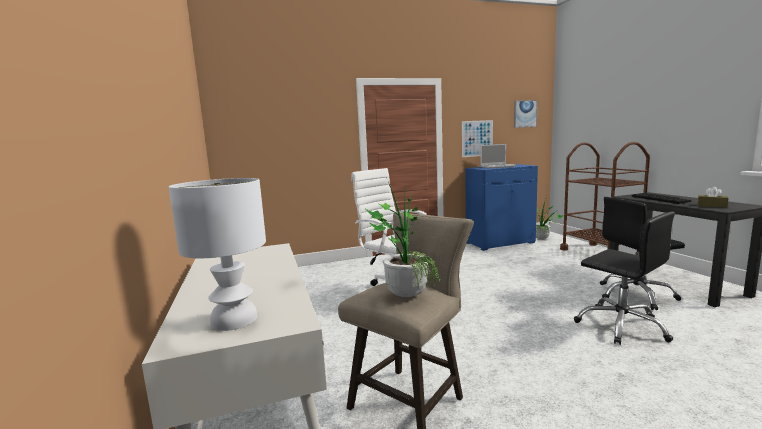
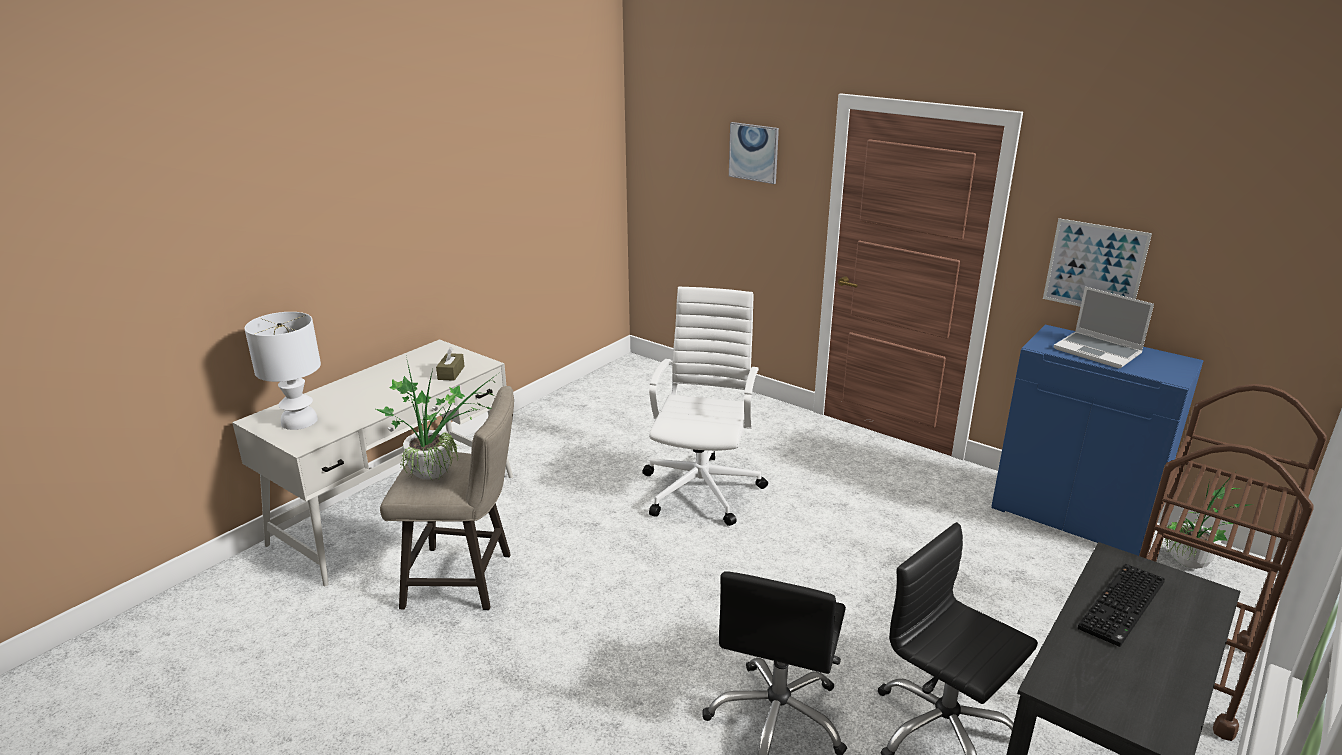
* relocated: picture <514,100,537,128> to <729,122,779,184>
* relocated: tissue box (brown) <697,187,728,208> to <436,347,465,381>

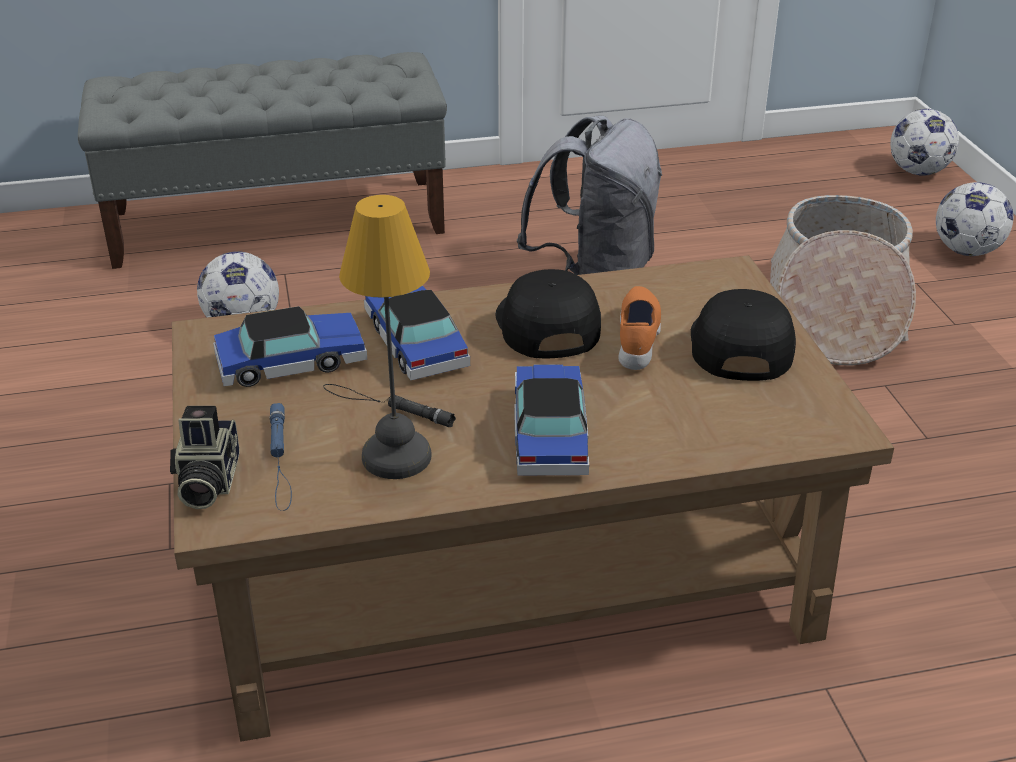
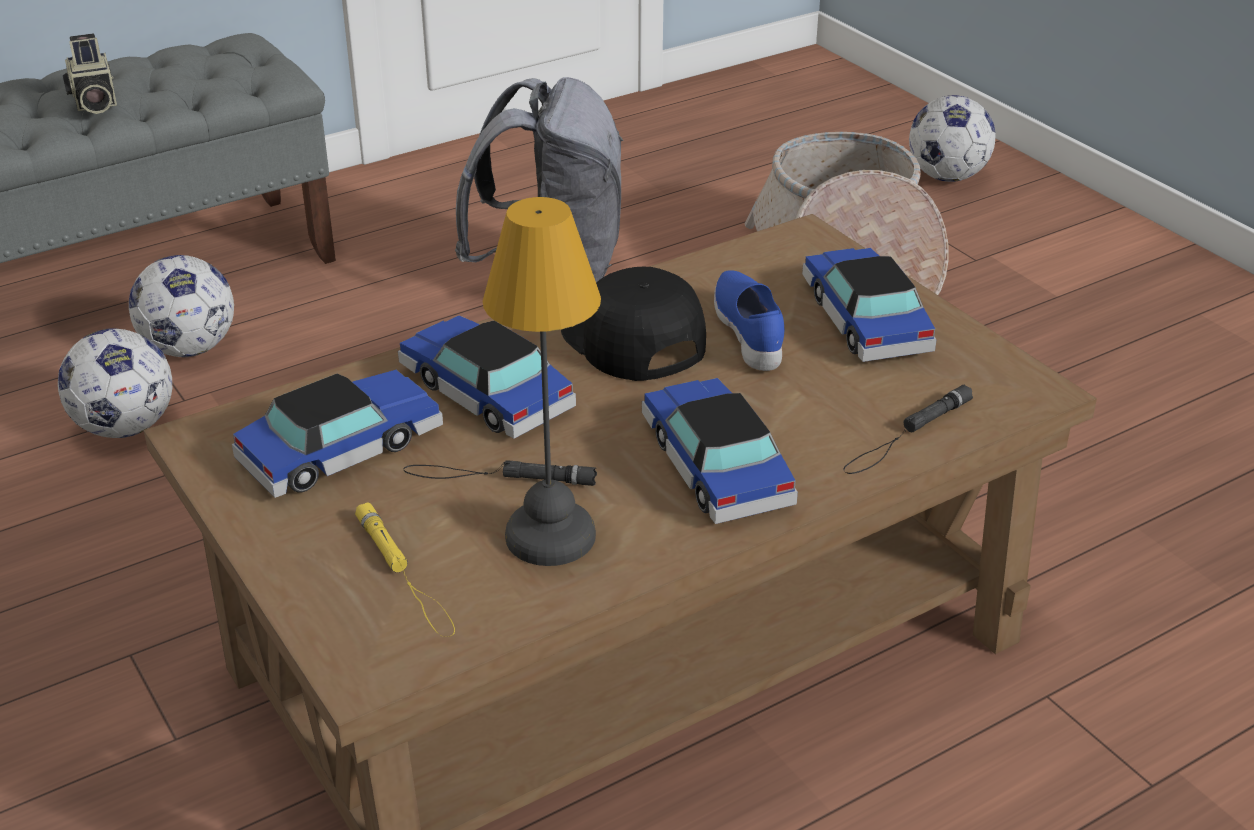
* relocated: photo camera <170,406,239,509> to <63,34,117,114>
* colour: flashlight (blue) <269,403,292,511> to flashlight (yellow) <355,502,455,637>
* colour: shoe (orange) <619,286,661,370> to shoe (blue) <714,270,784,371>
* exchanged: cap (black) <691,289,796,381> to toy car <802,248,937,362>
* relocated: football <890,109,959,176> to <129,255,234,357>
* appeared: flashlight (black) <843,385,973,474>

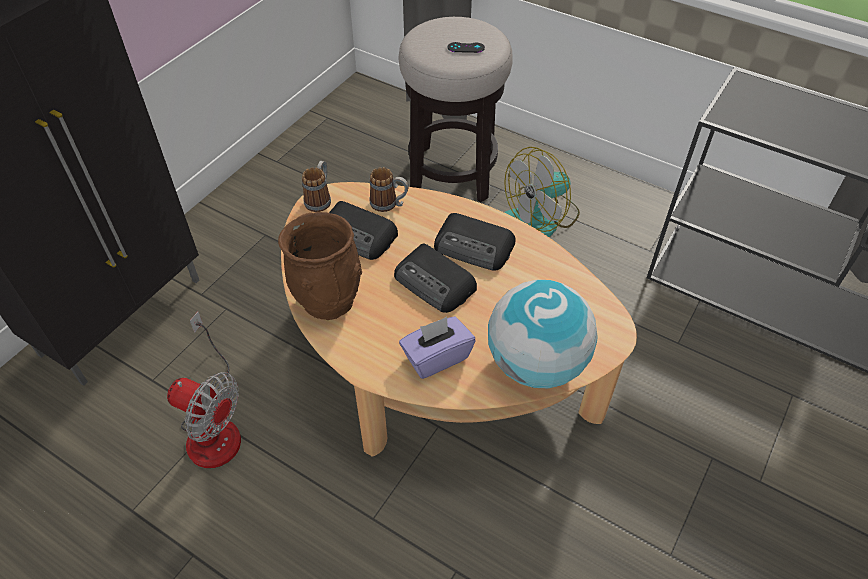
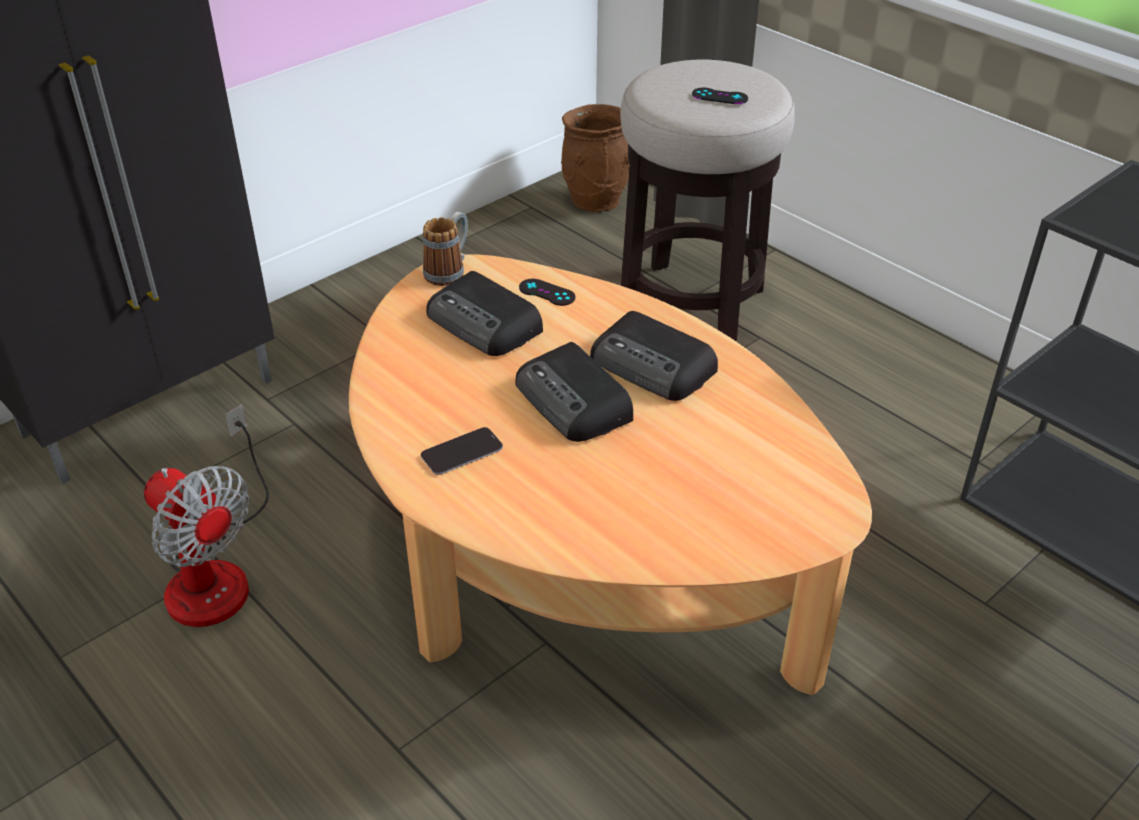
* relocated: vase (brown) <278,212,362,320> to <561,104,630,212>
* exchanged: mug <370,167,409,212> to game controller (black) <519,279,575,306>
* missing: tissue box (purple) <399,317,475,379>
* missing: globe <488,280,598,388>
* missing: fan <504,147,580,237>
* appeared: phone <421,427,503,475>

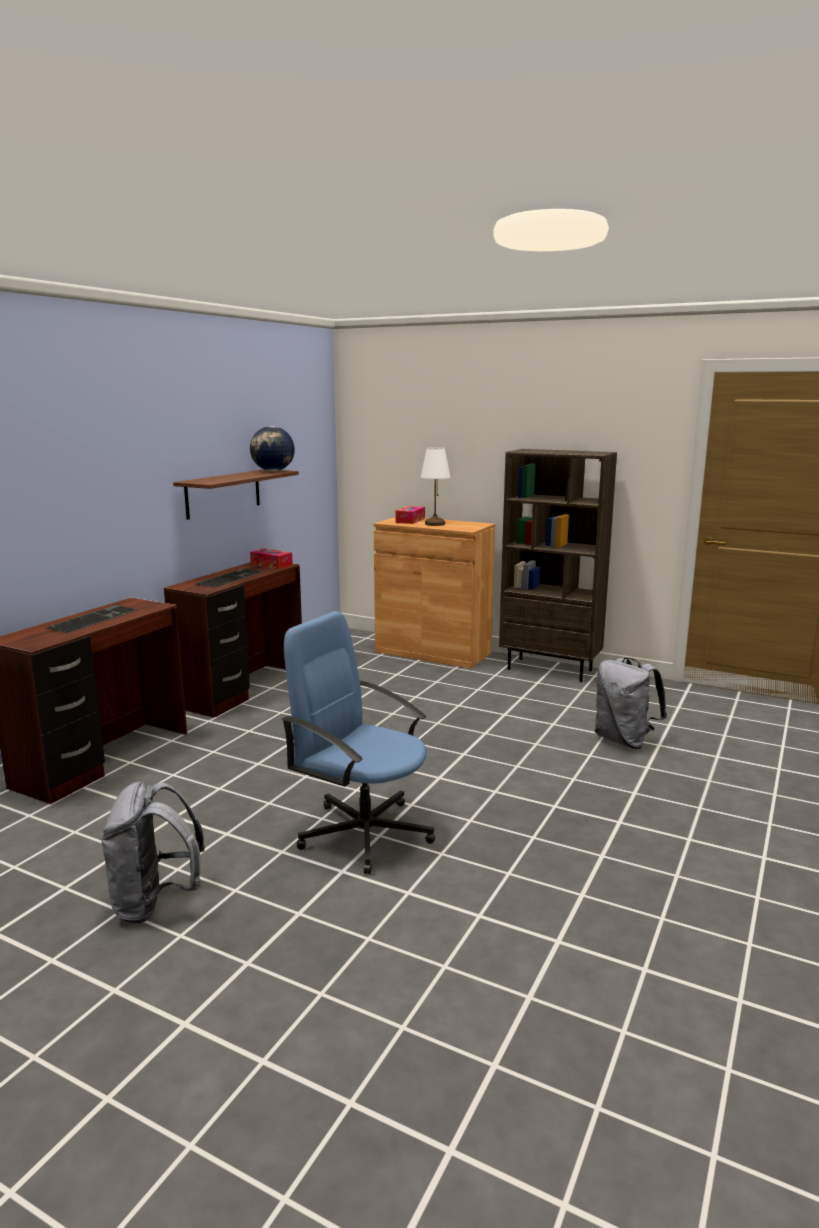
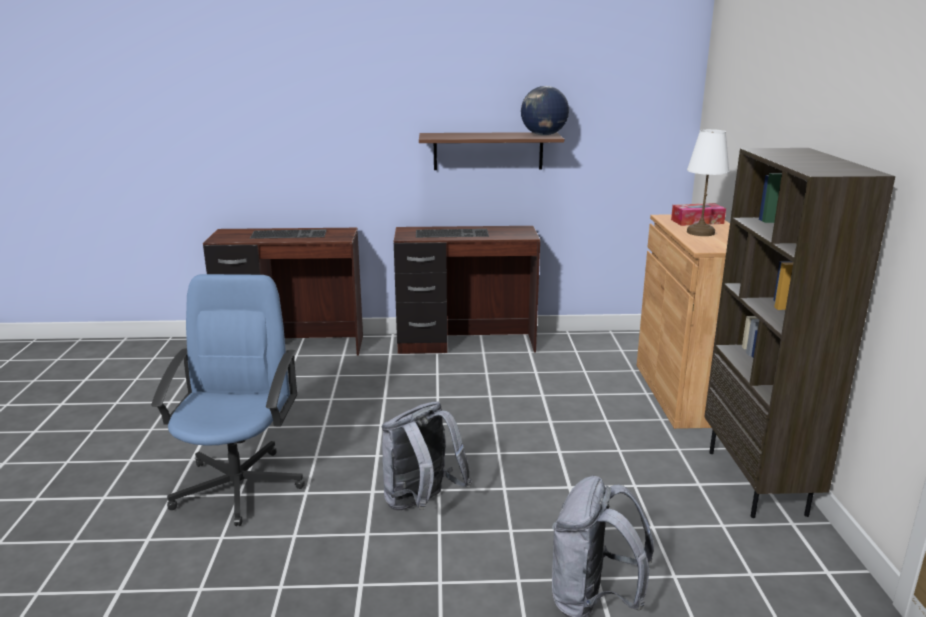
* relocated: backpack (grey) <99,781,205,923> to <382,401,472,510>
* missing: tissue box <250,549,293,569>

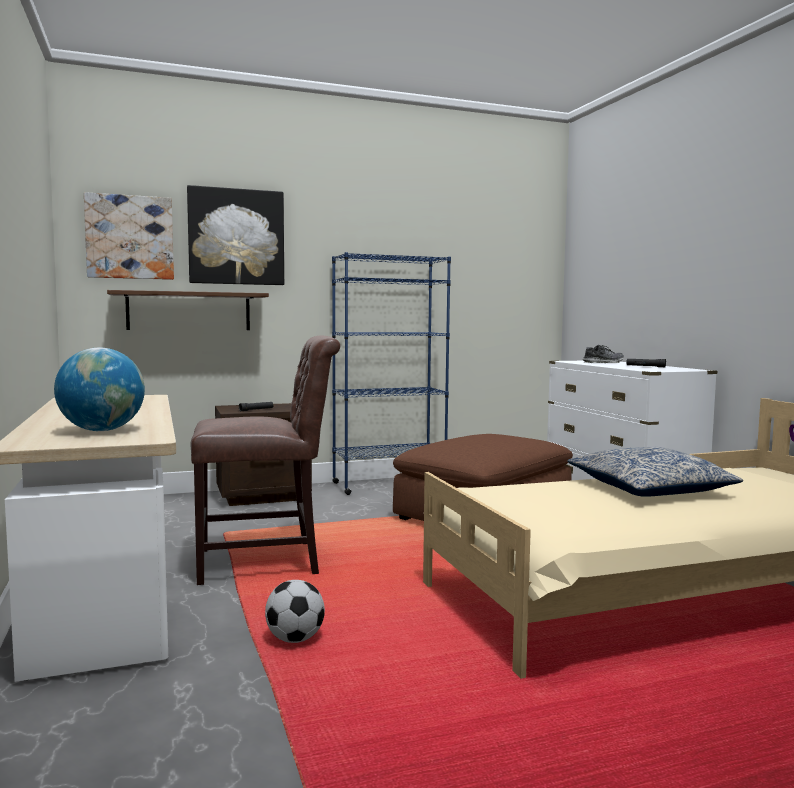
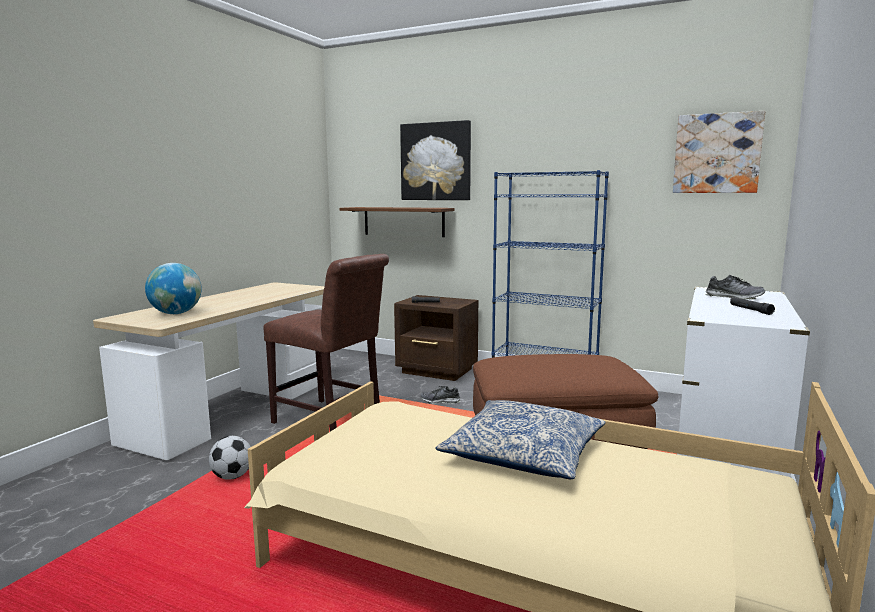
* relocated: picture <84,192,174,280> to <673,111,765,193>
* appeared: shoe <420,386,460,404>

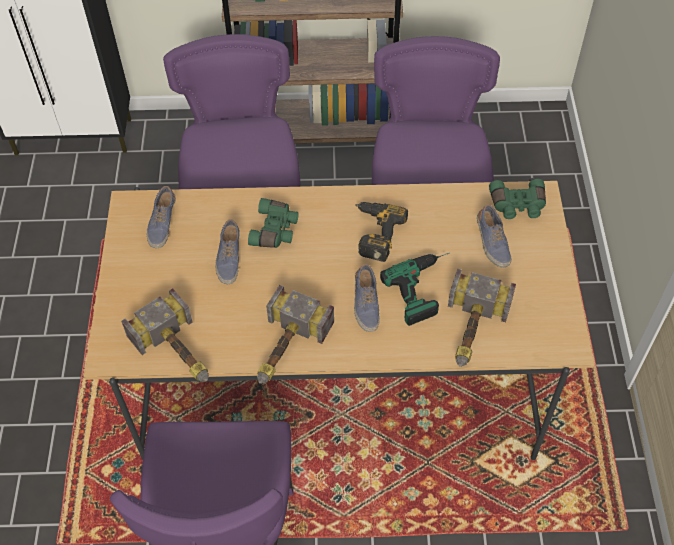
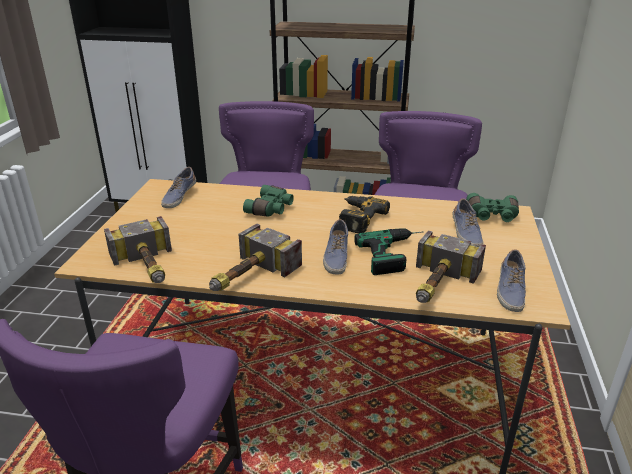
* relocated: shoe <215,219,240,284> to <497,249,526,312>

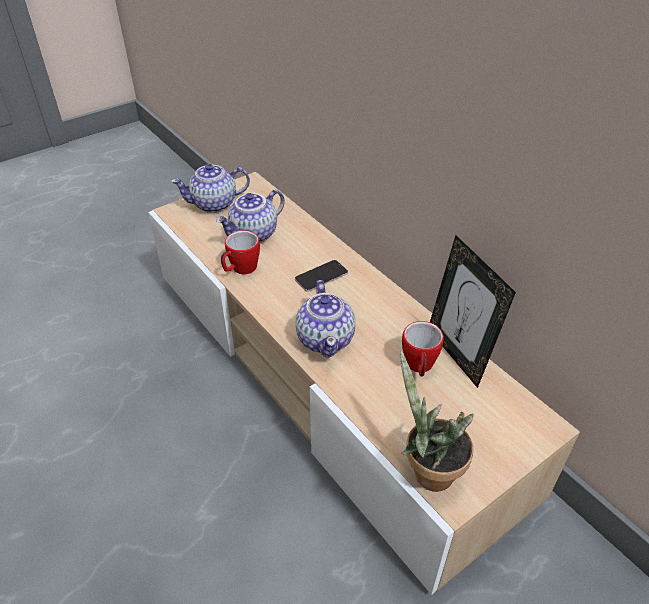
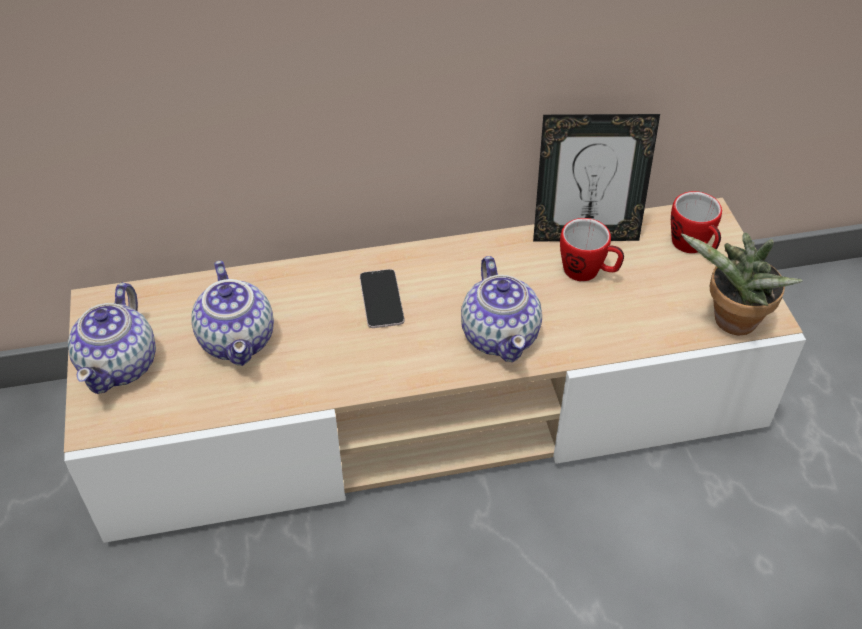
* relocated: mug <221,230,260,274> to <671,191,722,253>
* spun: teapot <295,280,355,358> = <461,256,542,362> 60 degrees clockwise

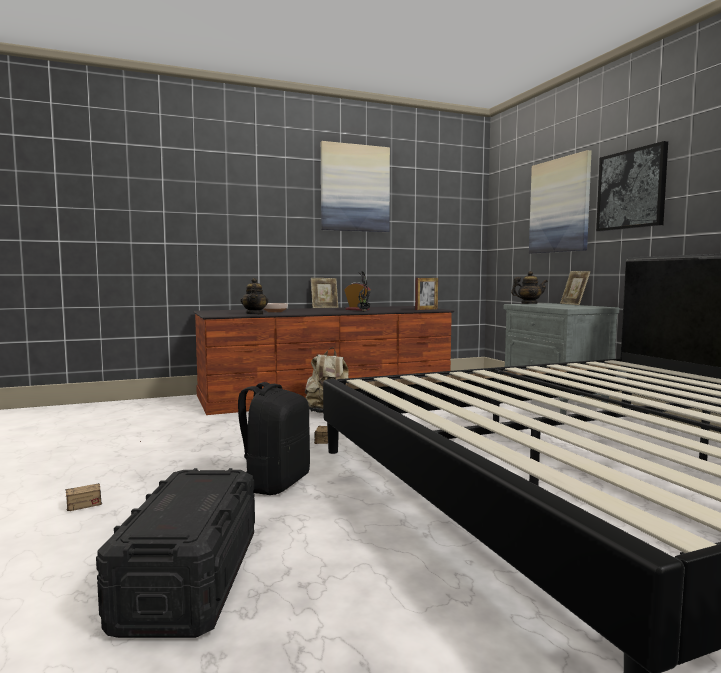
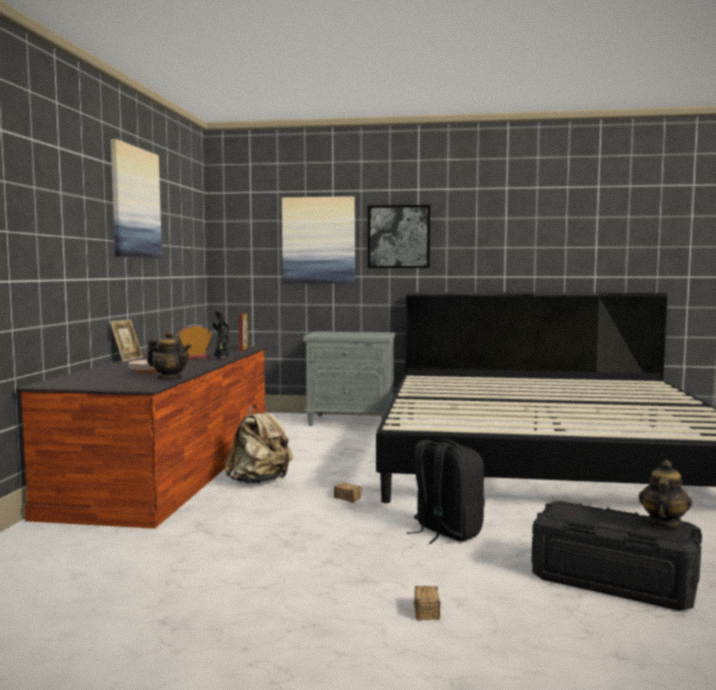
* relocated: teapot <511,271,548,304> to <639,460,692,528>
* missing: picture frame <560,271,590,305>

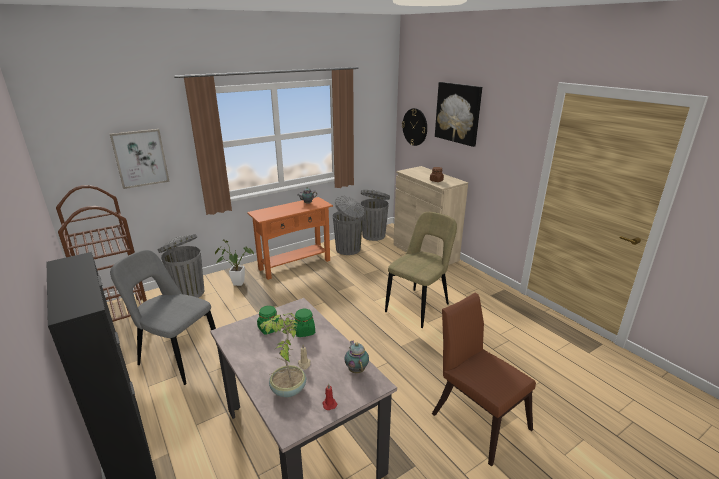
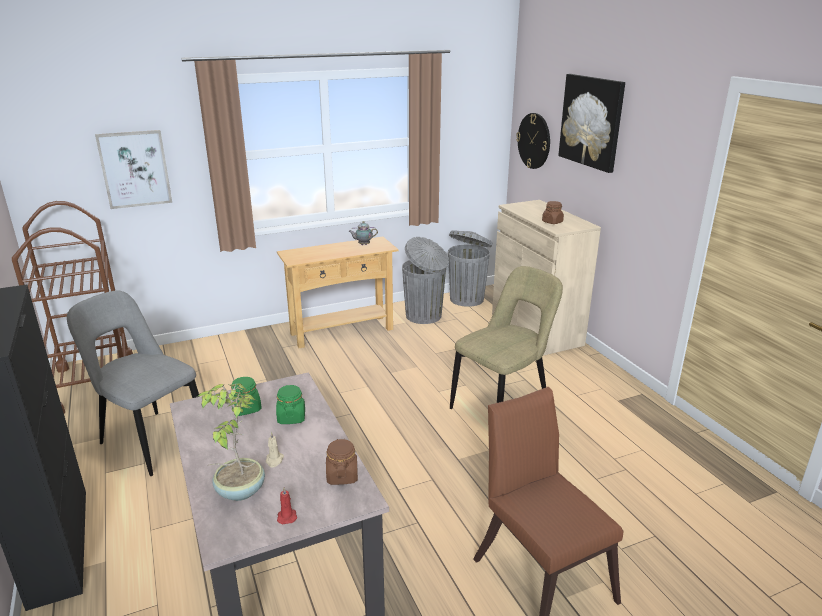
* missing: trash can (grey) <157,234,204,298>
* missing: potted plant <215,239,254,286>
* colour: console table (orange) <247,197,333,280> to console table (beige) <277,237,399,348>
* exchanged: teapot <344,340,369,373> to jar (brown) <326,439,358,485>

